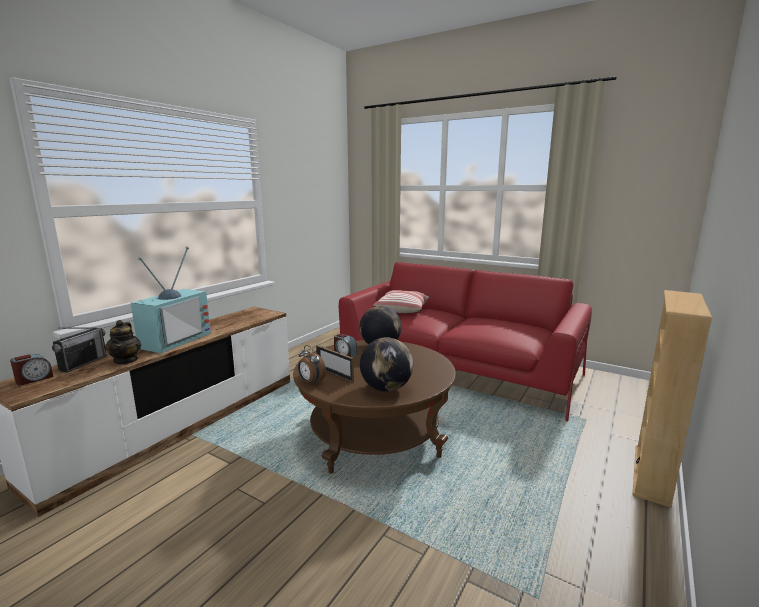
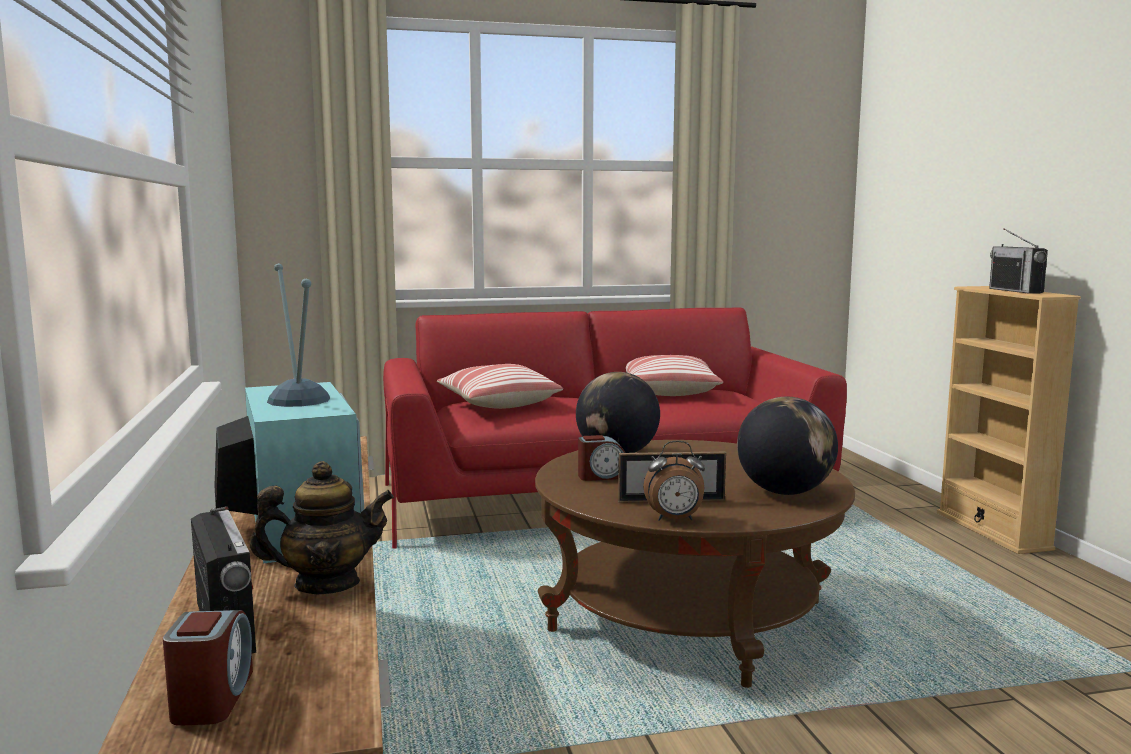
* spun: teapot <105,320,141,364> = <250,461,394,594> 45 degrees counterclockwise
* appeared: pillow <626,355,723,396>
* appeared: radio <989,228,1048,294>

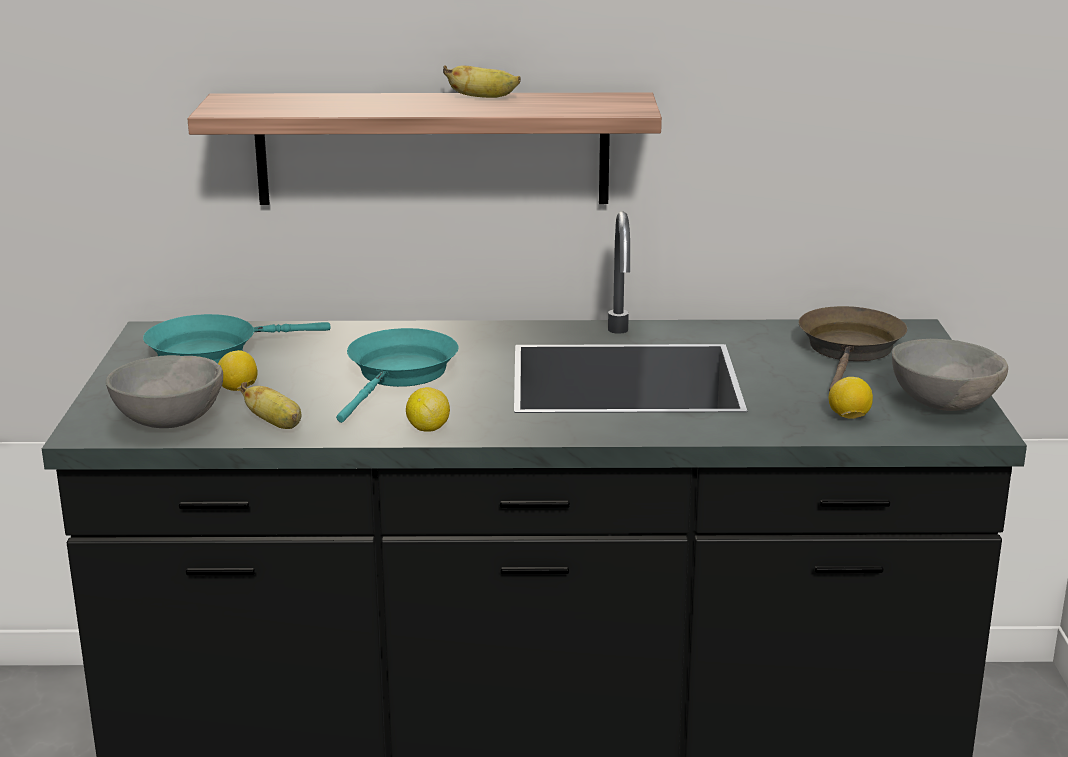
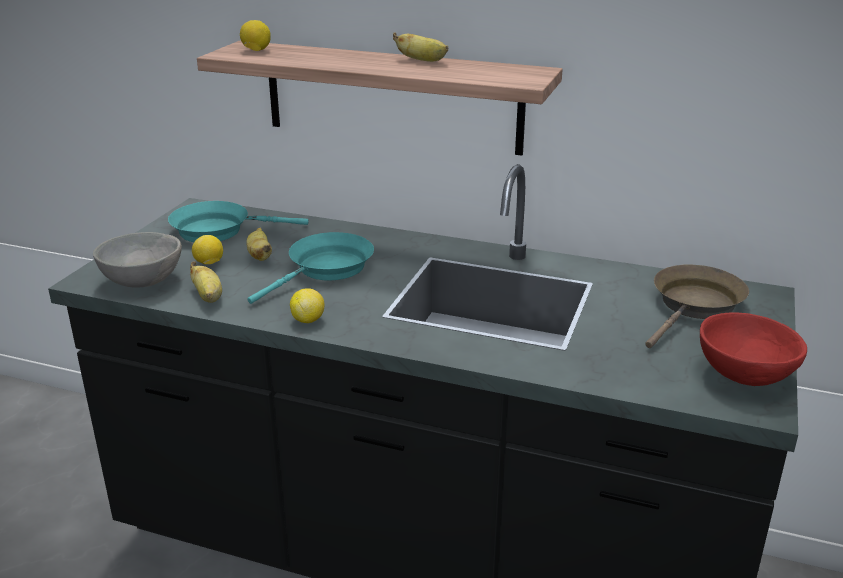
* relocated: lemon <829,377,873,419> to <240,20,271,51>
* colour: bowl (grey) <892,339,1008,411> to bowl (red) <700,312,807,386>
* appeared: banana <247,228,272,261>

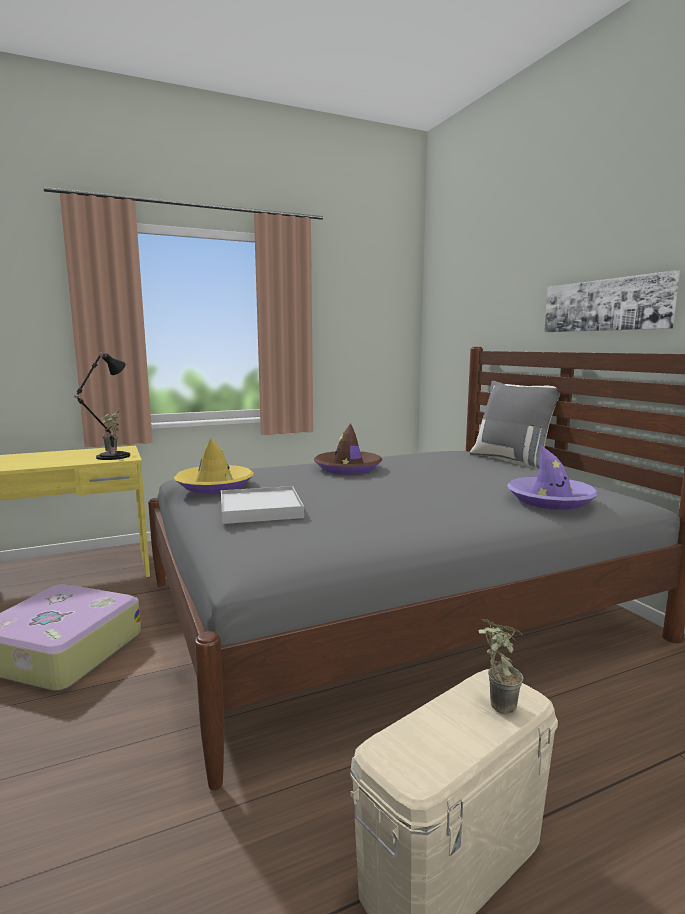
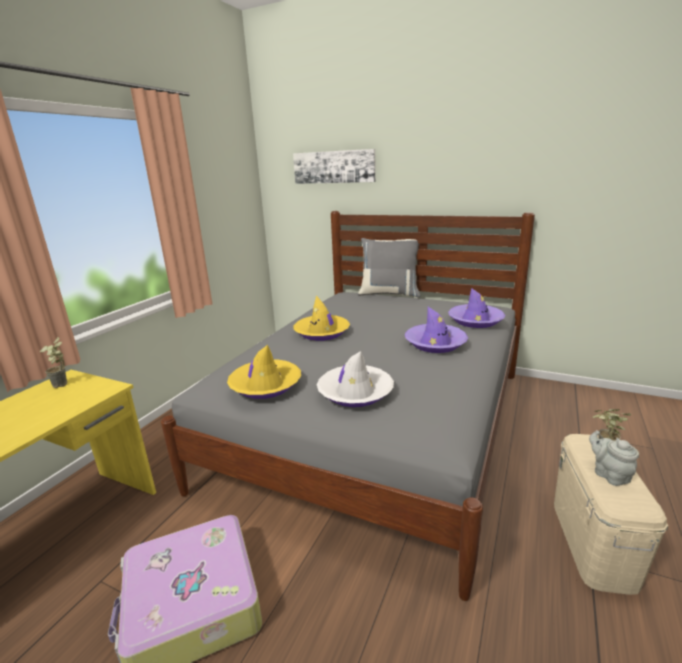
* missing: table lamp (black) <74,352,130,460>
* exchanged: tray (white) <221,486,304,524> to hat (white) <317,351,394,407>
* colour: hat (brown) <314,423,383,474> to hat (yellow) <293,296,350,341>
* relocated: picture <544,270,680,332> to <293,149,376,184>
* appeared: hat (purple) <405,307,468,353>
* appeared: teapot (grey) <589,430,639,486>

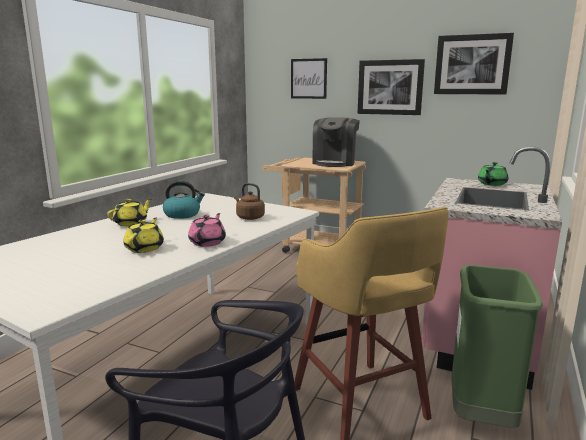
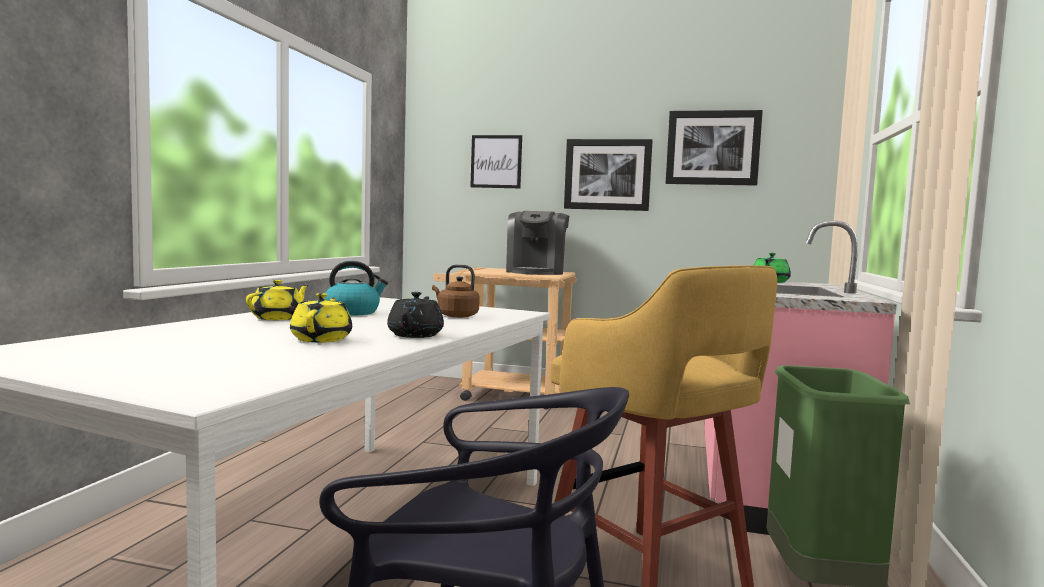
* colour: teapot (pink) <188,213,226,247> to teapot (black) <387,292,444,338>

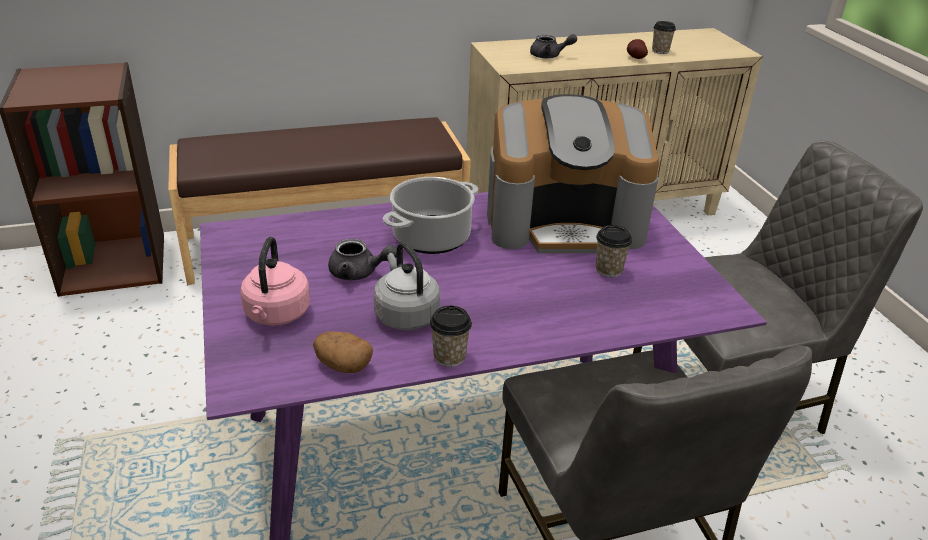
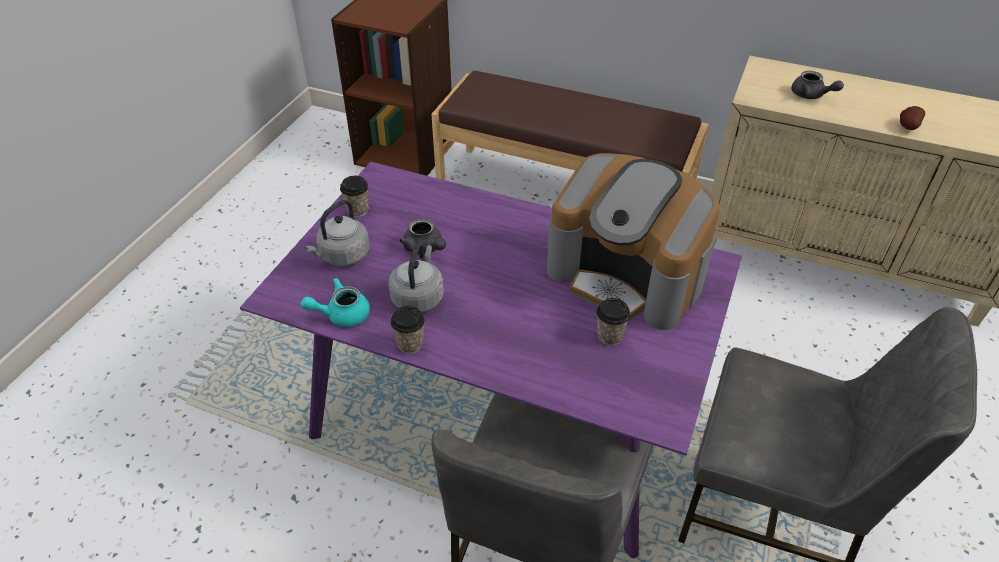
* colour: kettle (pink) <240,237,310,326> to kettle (grey) <305,200,369,266>
* exchanged: potato <313,331,373,373> to teapot (turquoise) <301,278,370,327>
* missing: cooking pot <383,177,478,254>
* relocated: cup <652,21,676,54> to <340,176,369,217>

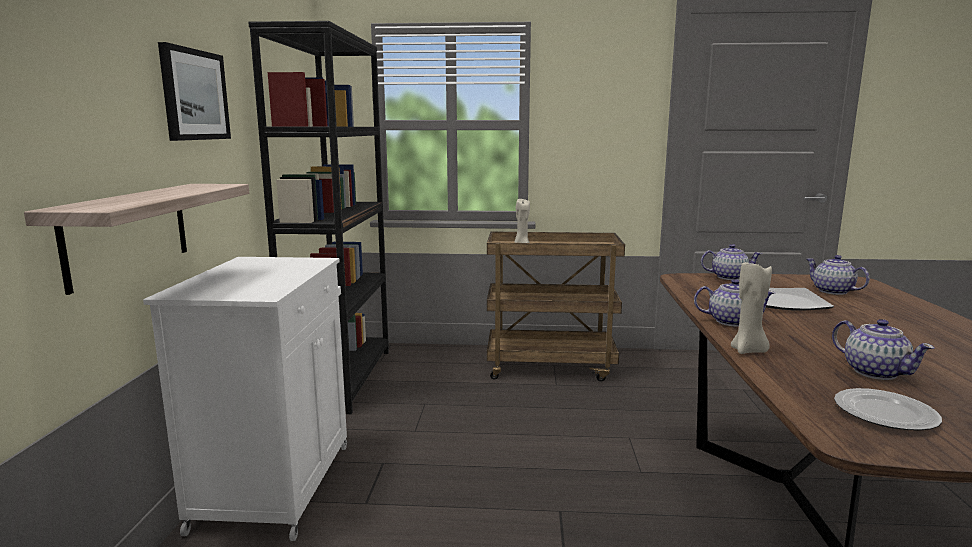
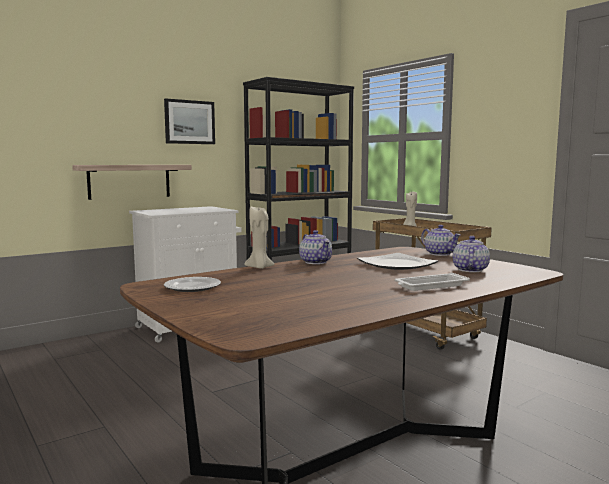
* missing: teapot <832,319,934,380>
* appeared: tray (white) <395,272,470,291>

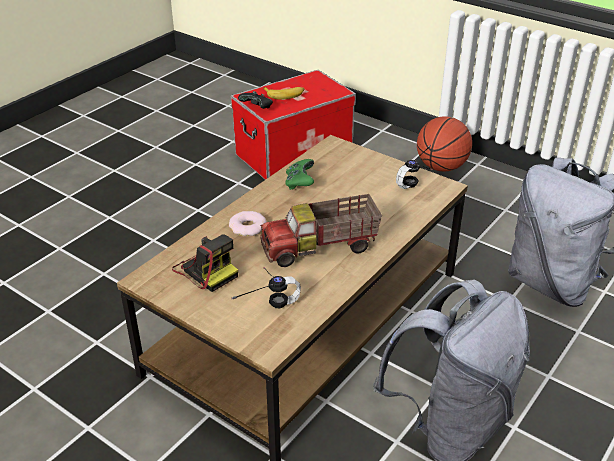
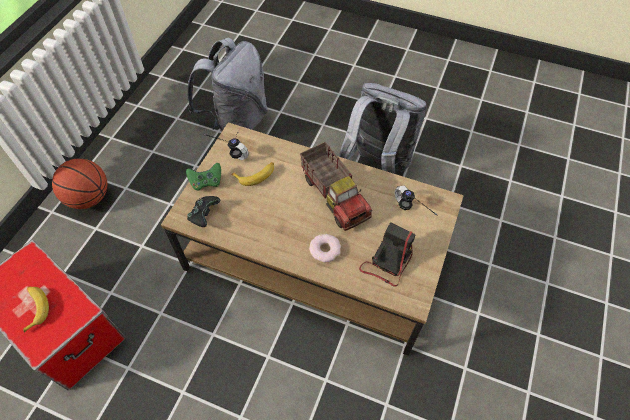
* relocated: game controller (black) <238,91,273,109> to <187,196,220,227>
* relocated: game controller (green) <285,159,314,190> to <186,163,221,191>
* appeared: banana <231,162,274,186>

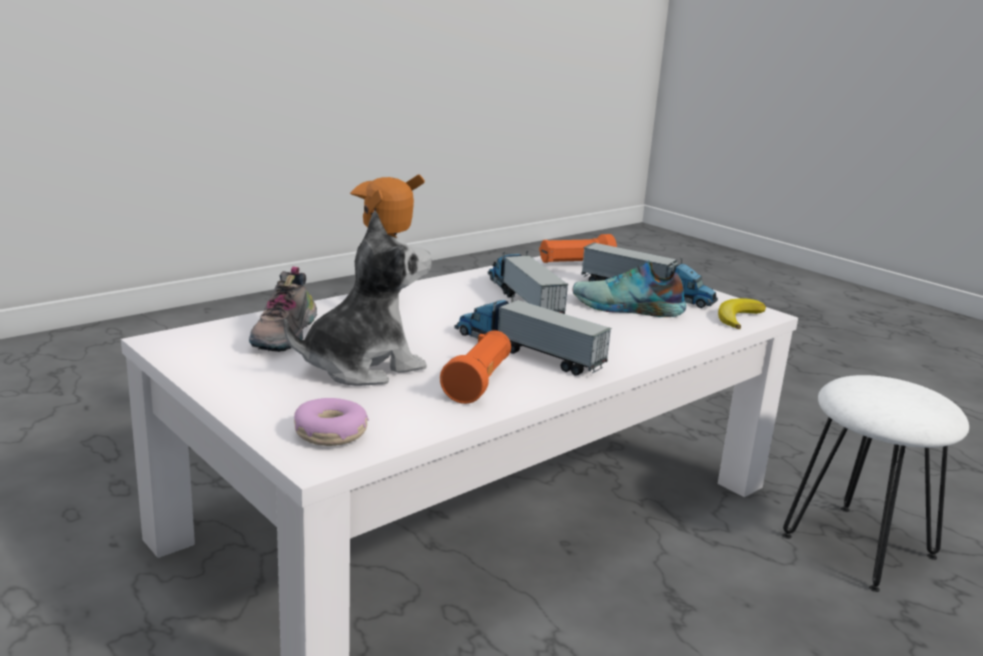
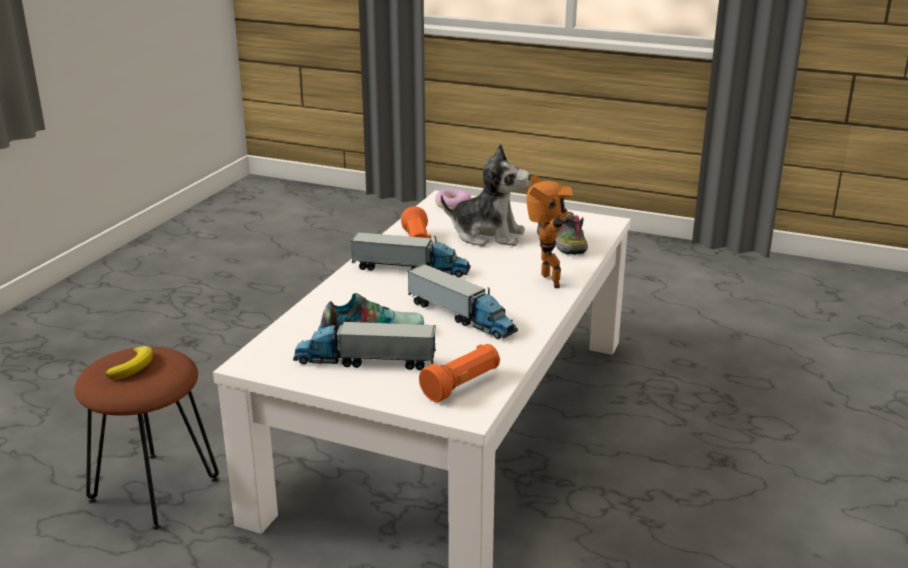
* spun: plush toy <284,211,431,386> = <440,143,530,246> 105 degrees counterclockwise
* relocated: banana <718,298,766,329> to <106,346,153,380>
* colour: stool (white) <782,375,969,592> to stool (brown) <74,347,219,530>

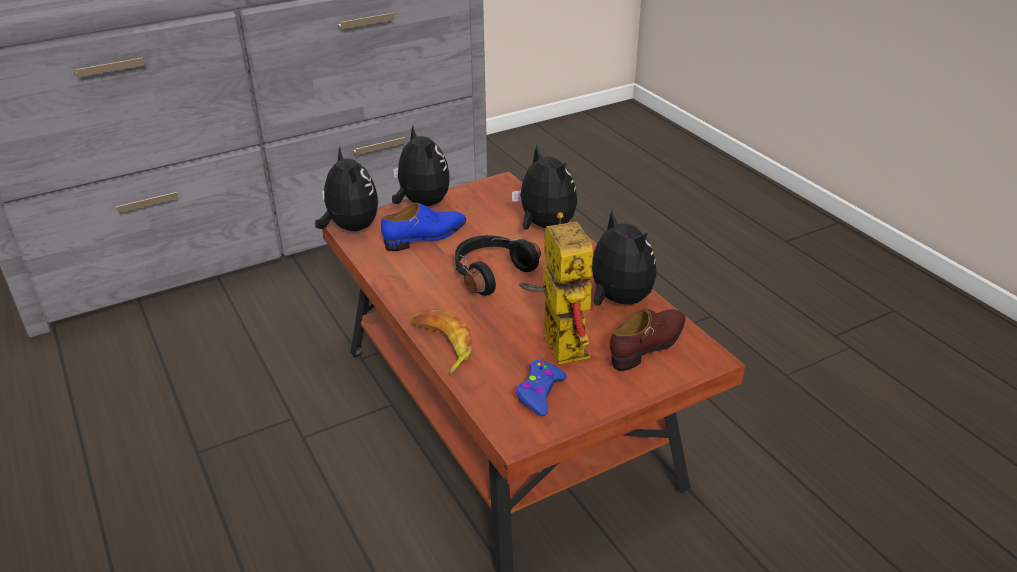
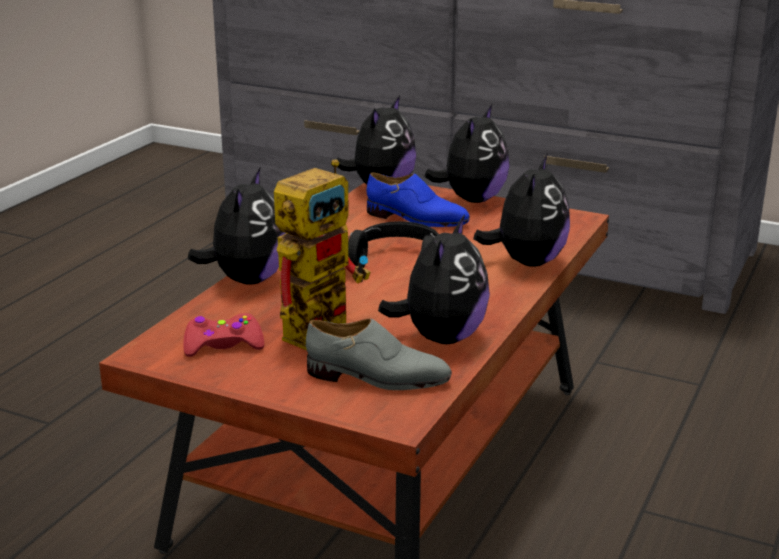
* exchanged: banana <410,309,472,375> to plush toy <188,168,286,285>
* colour: game controller (blue) <515,360,567,416> to game controller (red) <183,313,264,357>
* colour: shoe (brown) <610,308,686,371> to shoe (grey) <306,318,452,390>

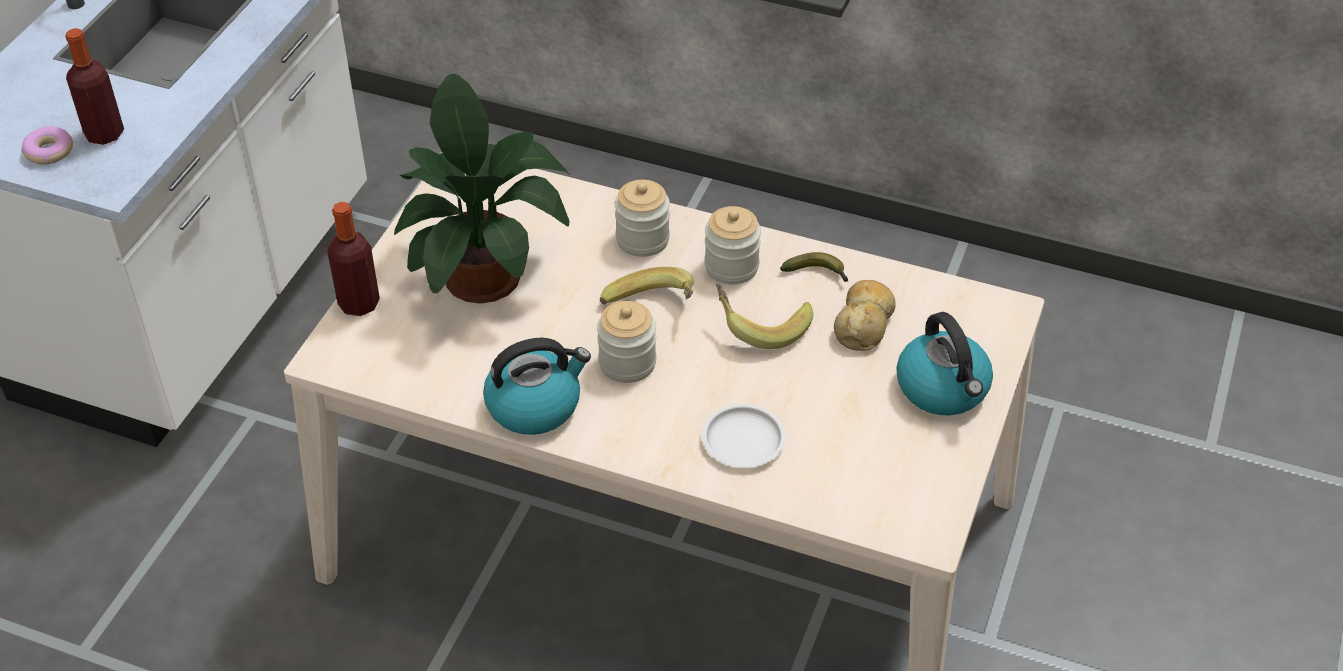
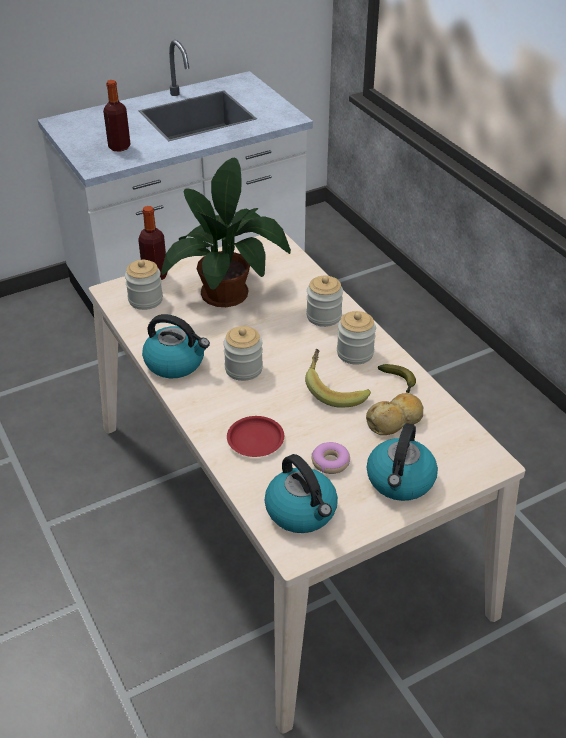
* relocated: donut <22,127,73,165> to <312,442,350,474>
* missing: banana <600,267,694,304>
* colour: plate (white) <702,404,786,468> to plate (red) <227,416,284,457>
* appeared: jar <125,260,163,310>
* appeared: kettle <265,454,338,533>

